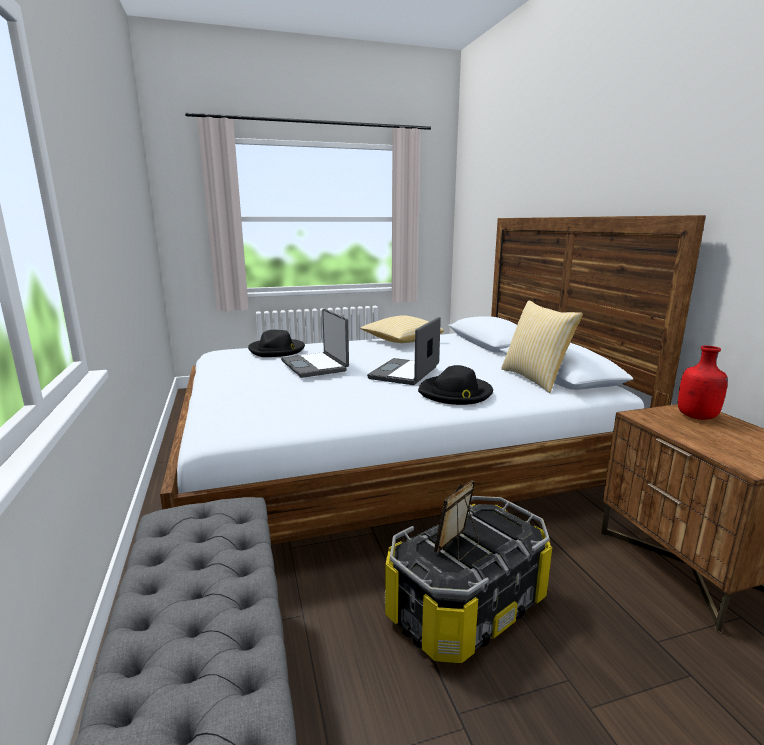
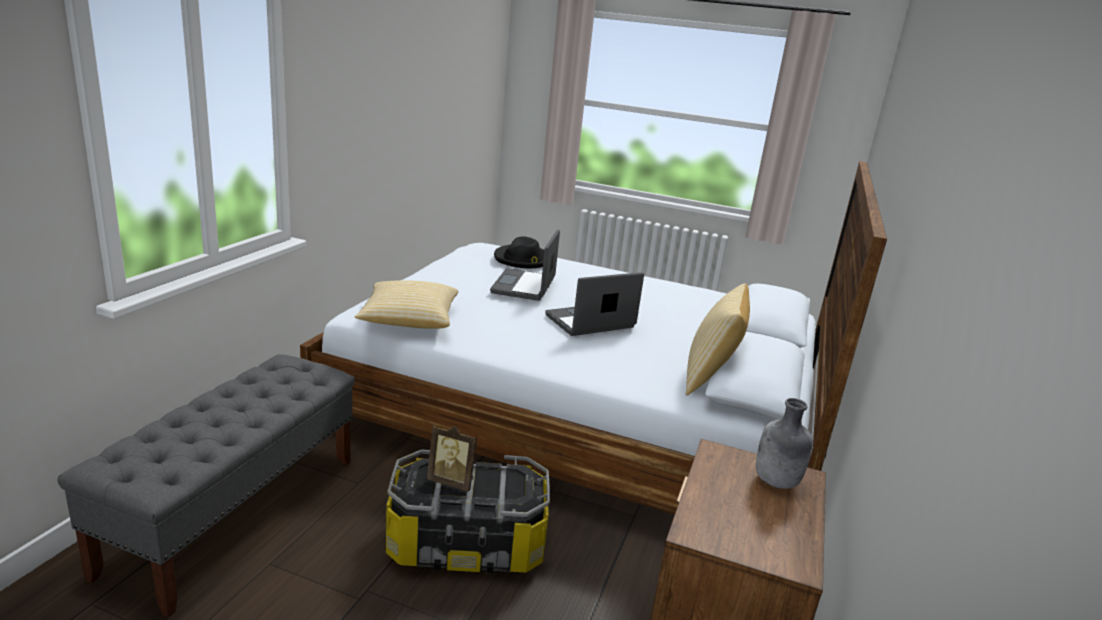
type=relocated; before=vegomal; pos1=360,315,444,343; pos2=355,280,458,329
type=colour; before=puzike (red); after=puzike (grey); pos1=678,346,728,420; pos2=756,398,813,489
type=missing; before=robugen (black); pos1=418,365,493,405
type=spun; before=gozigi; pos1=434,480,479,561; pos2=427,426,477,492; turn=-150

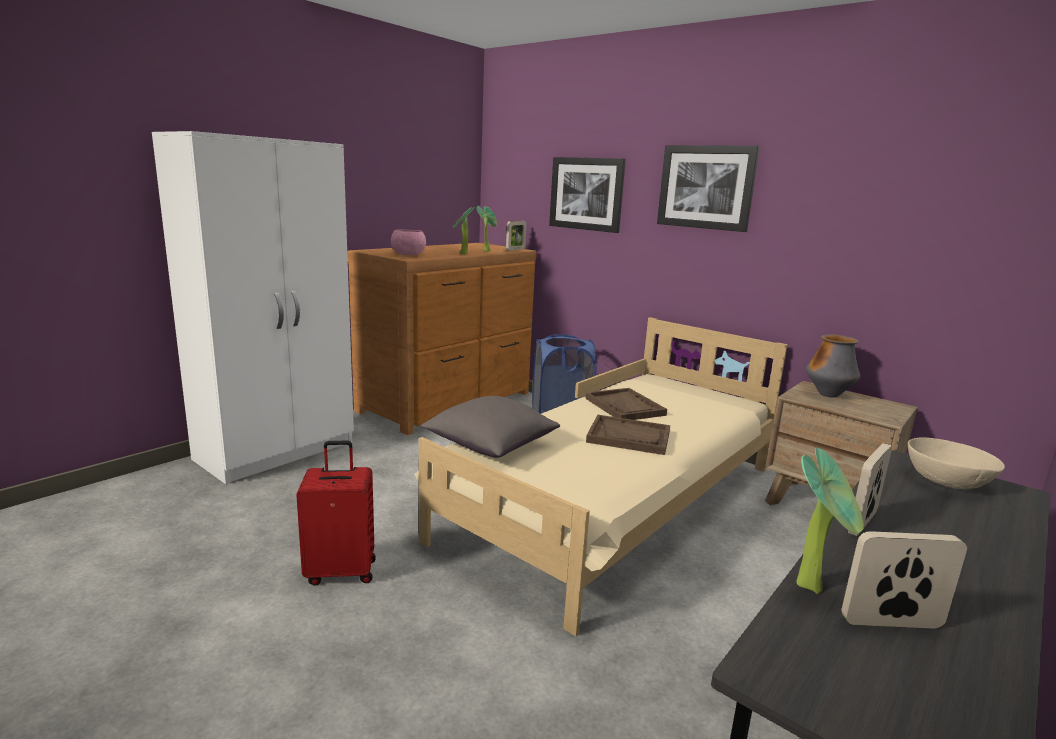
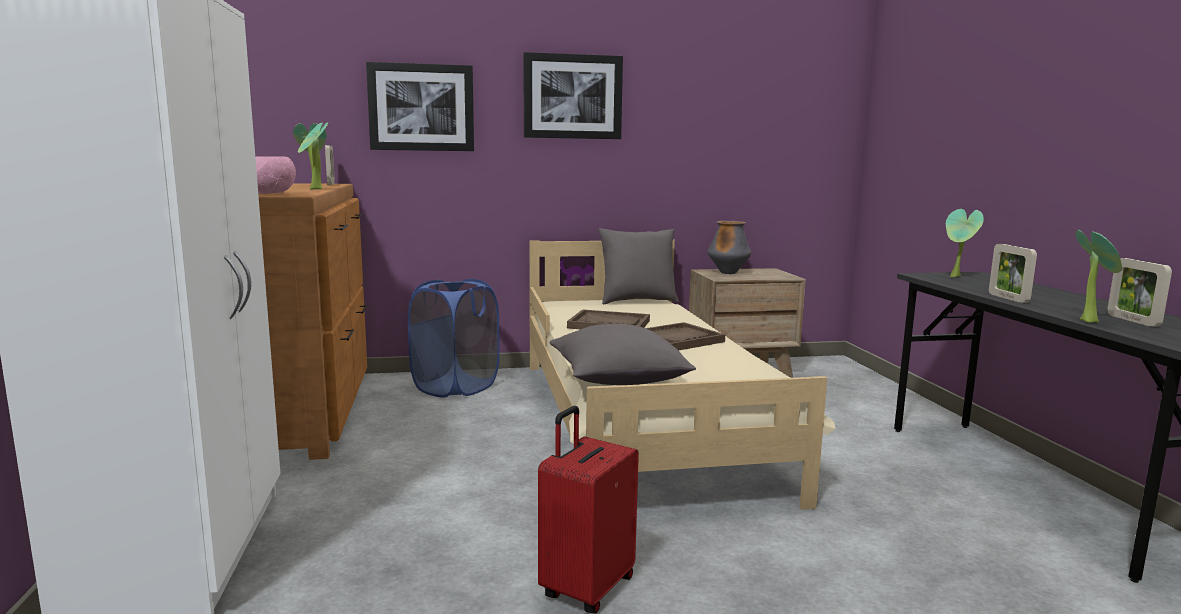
type=exchanged; before=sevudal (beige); after=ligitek; pos1=908,438,1005,489; pos2=946,209,984,278
type=spun; before=gozigi; pos1=841,531,967,628; pos2=1107,258,1172,327; turn=-45
type=appeared; after=vegomal (grey); pos2=598,228,679,304

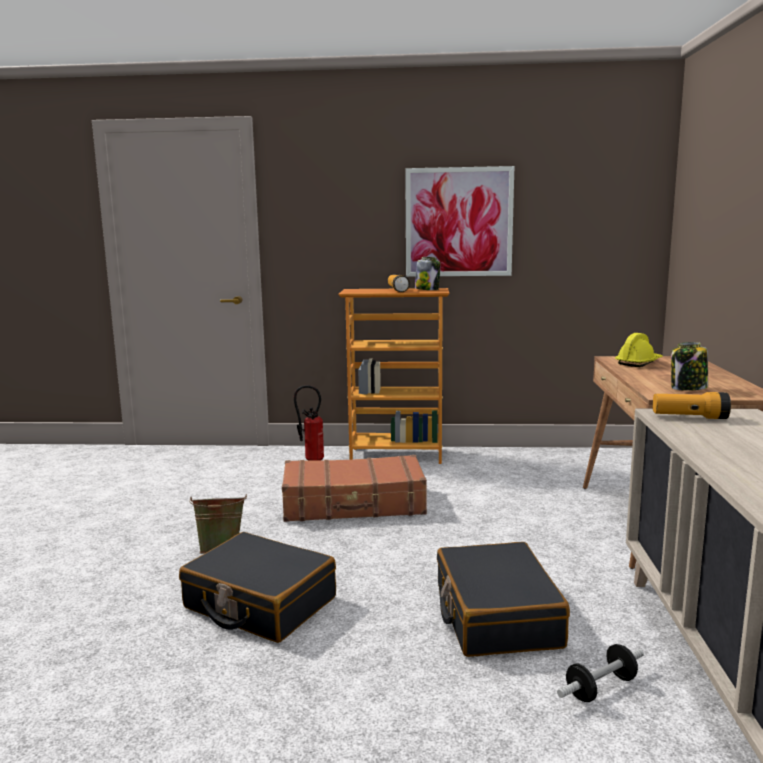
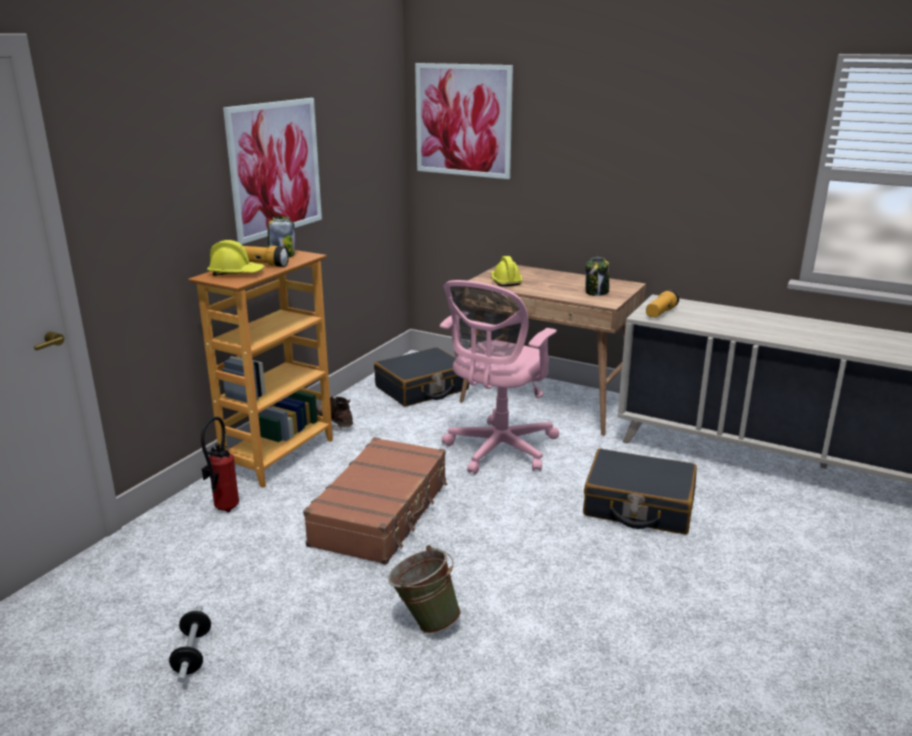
type=relocated; before=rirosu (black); pos1=179,532,336,643; pos2=374,347,469,406
type=relocated; before=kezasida; pos1=557,644,644,702; pos2=169,605,211,683
type=appeared; after=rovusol; pos2=415,63,513,179
type=appeared; after=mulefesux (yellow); pos2=207,240,265,276
type=appeared; after=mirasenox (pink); pos2=440,280,559,474
type=appeared; after=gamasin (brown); pos2=316,396,353,431

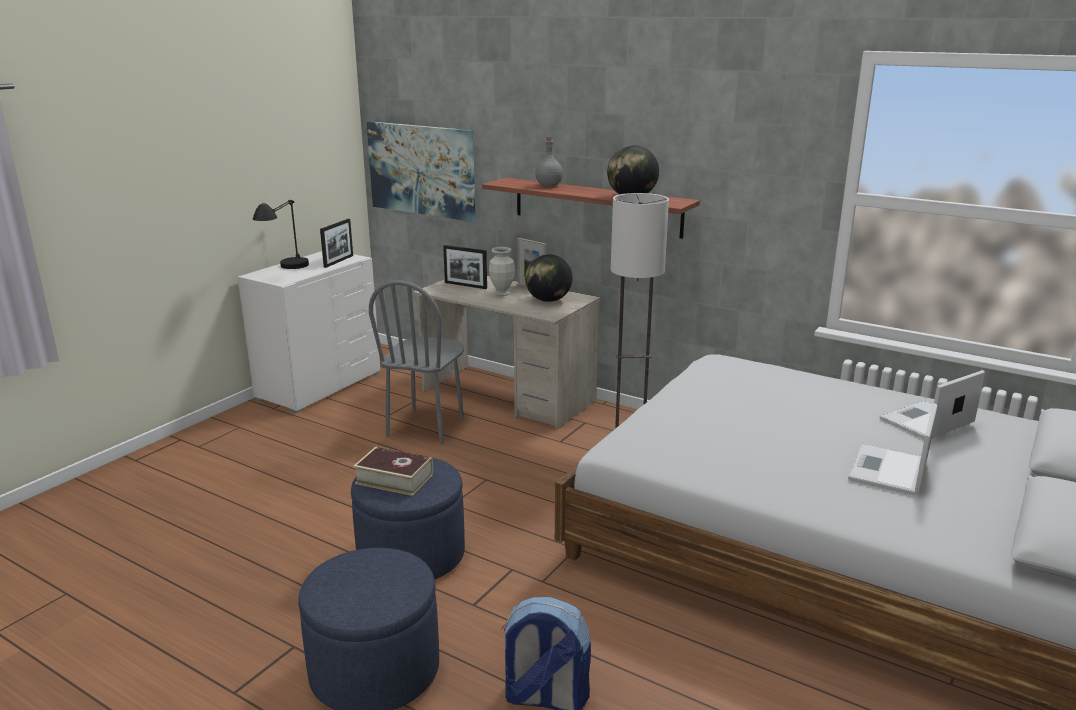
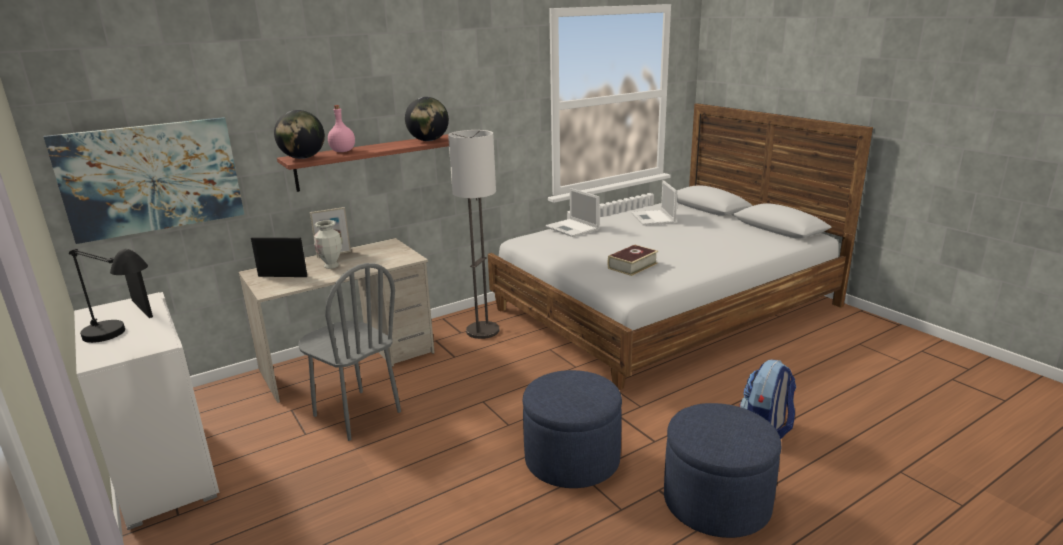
type=colour; before=puzike (grey); after=puzike (pink); pos1=535,137,563,187; pos2=328,105,355,152
type=spun; before=gozigi; pos1=443,245,487,289; pos2=251,237,307,277; turn=-135
type=relocated; before=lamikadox; pos1=525,254,573,302; pos2=274,110,325,159
type=relocated; before=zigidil; pos1=848,403,938,495; pos2=545,188,600,237
type=relocated; before=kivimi; pos1=353,447,433,496; pos2=608,245,658,276

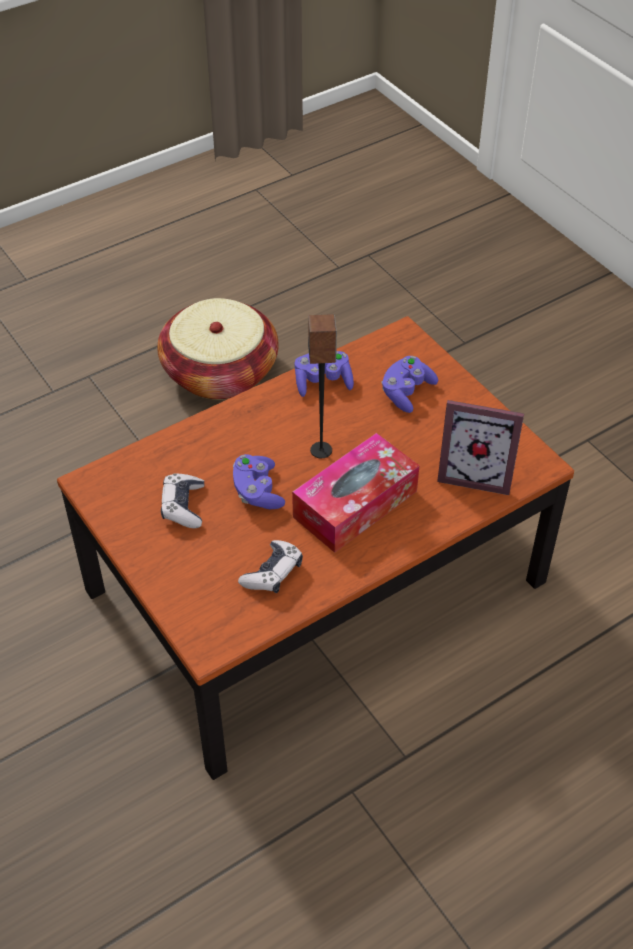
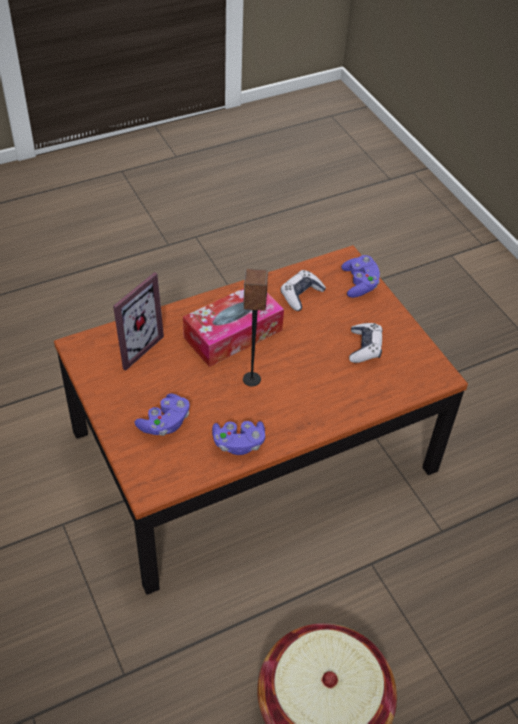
type=spun; before=gozigi; pos1=437,400,524,495; pos2=113,272,164,370; turn=105
type=relocated; before=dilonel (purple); pos1=233,454,285,509; pos2=341,255,380,298

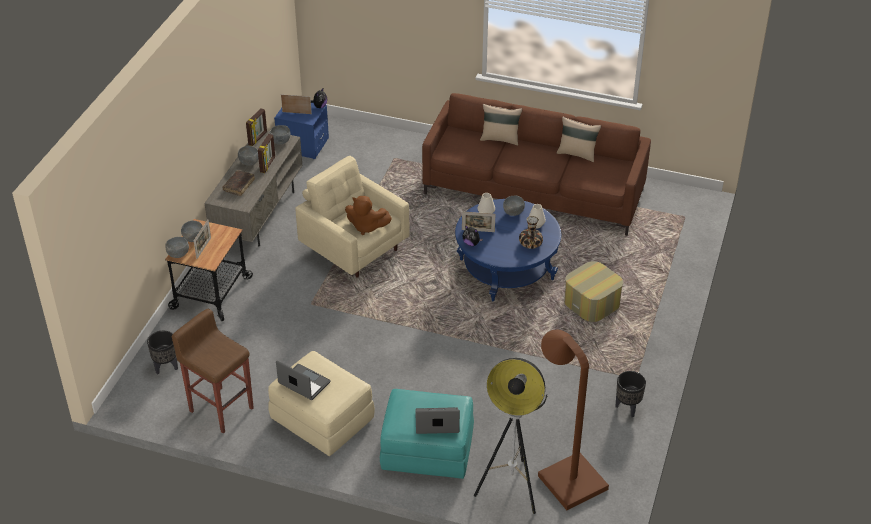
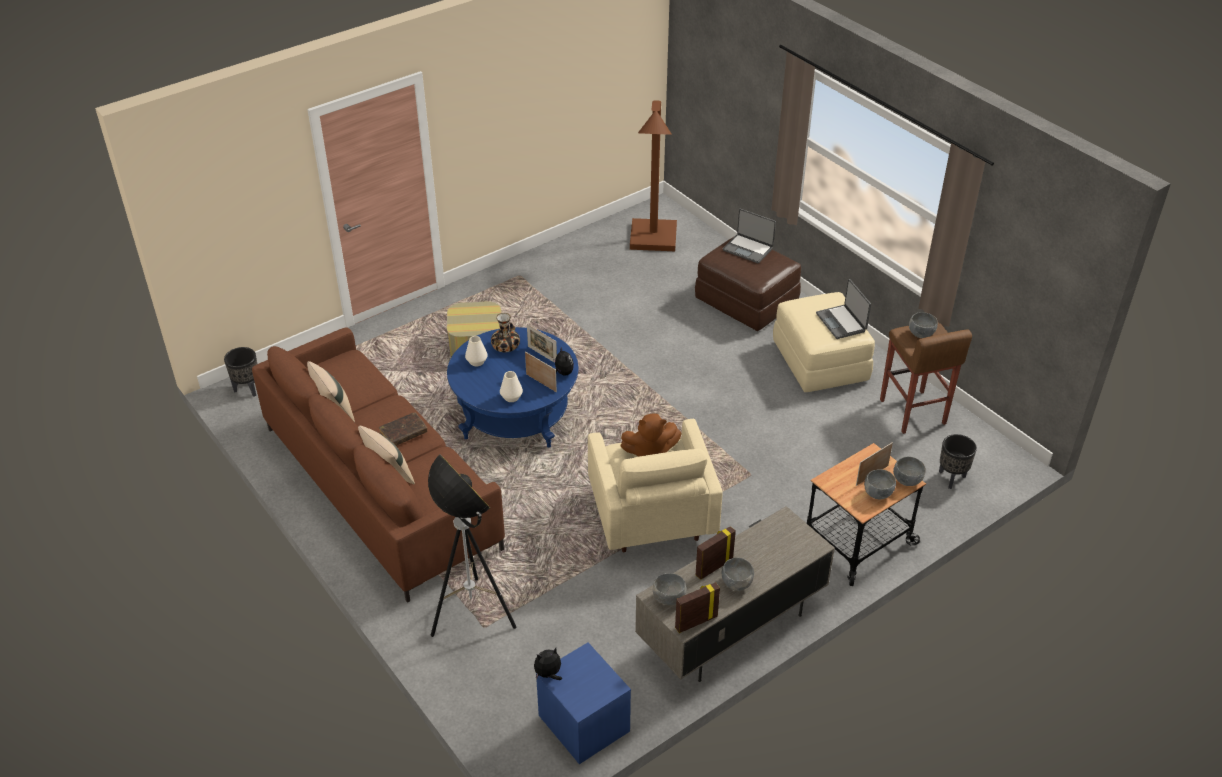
type=relocated; before=gozigi; pos1=281,94,312,114; pos2=527,324,557,362
type=relocated; before=kivimi (brown); pos1=223,170,255,196; pos2=379,412,428,446
type=spun; before=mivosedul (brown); pos1=345,196,392,235; pos2=620,413,682,457; turn=120
type=relocated; before=sevudal (grey); pos1=503,196,525,216; pos2=909,312,938,338
type=relocated; before=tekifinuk; pos1=474,358,548,514; pos2=428,454,516,637
type=relocated; before=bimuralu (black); pos1=615,371,646,417; pos2=224,347,257,397
type=colour; before=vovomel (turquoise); after=vovomel (brown); pos1=380,389,474,479; pos2=695,236,801,331

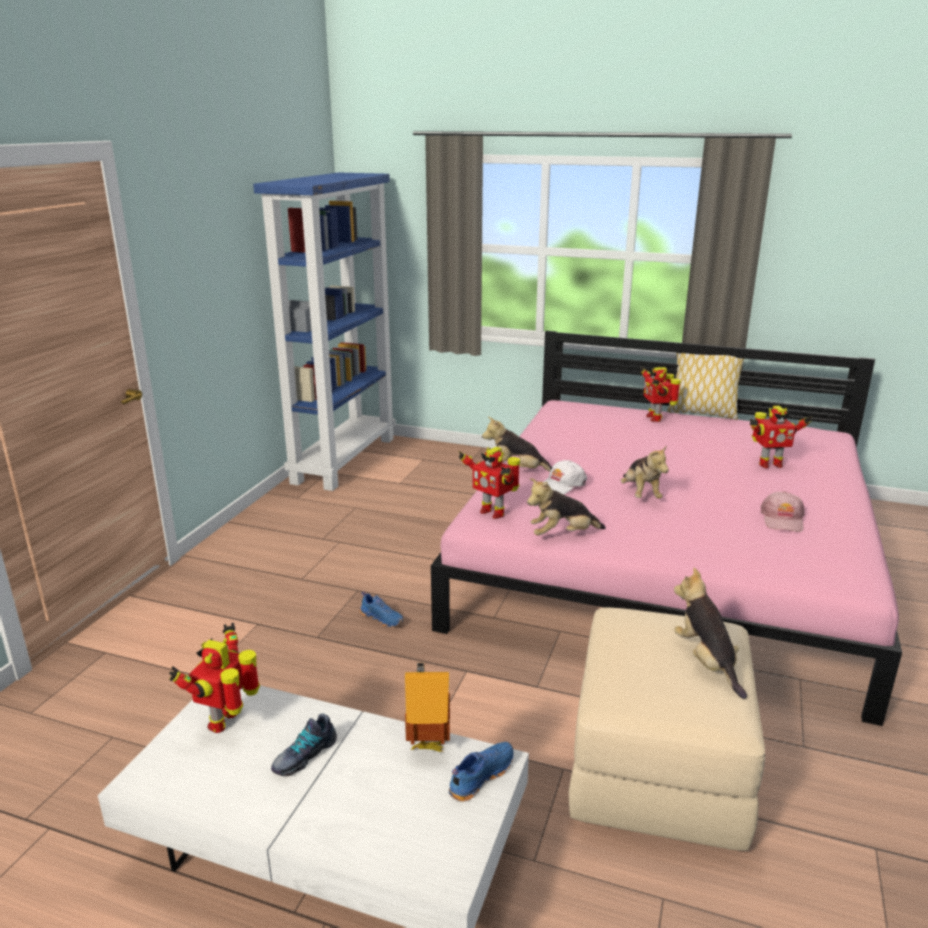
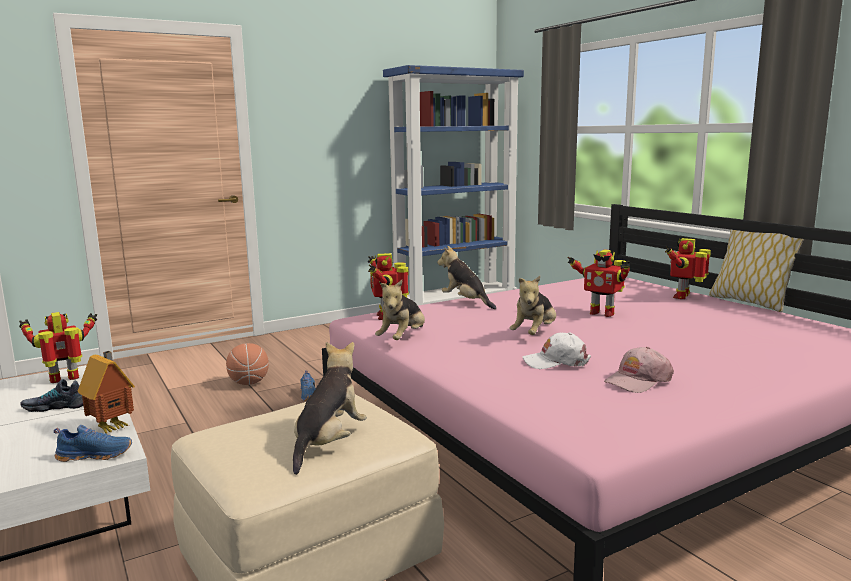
type=relocated; before=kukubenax; pos1=750,406,812,468; pos2=567,249,630,317
type=relocated; before=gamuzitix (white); pos1=543,460,587,495; pos2=522,332,591,369
type=spun; before=mivosedul; pos1=527,478,606,535; pos2=375,280,425,340; turn=-90
type=appeared; after=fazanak; pos2=226,343,269,385

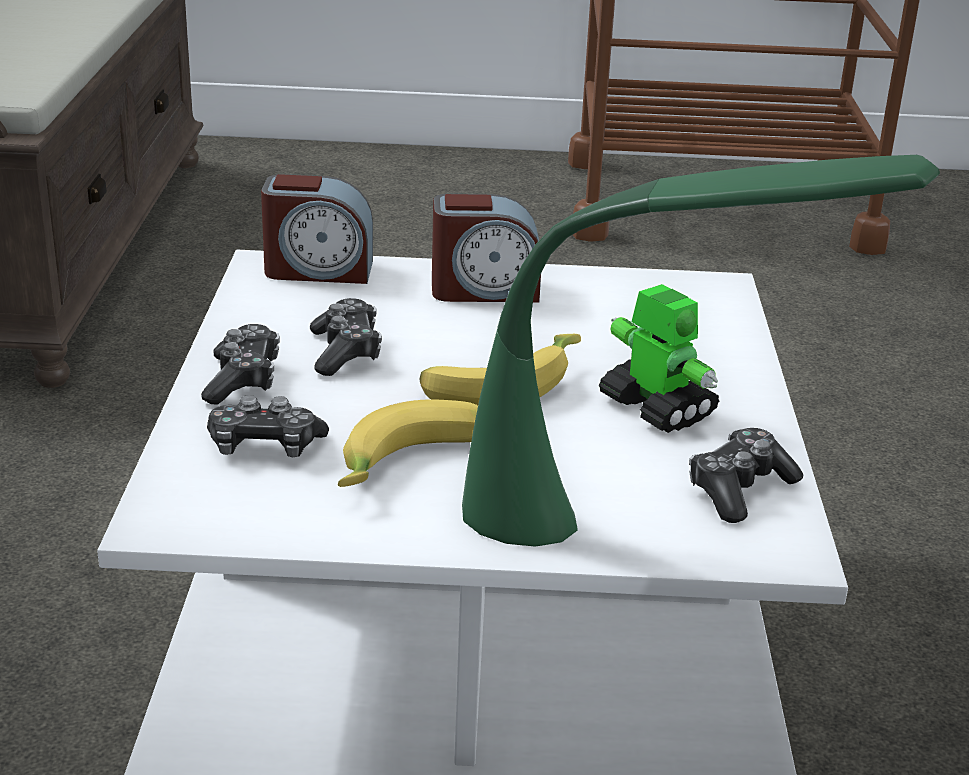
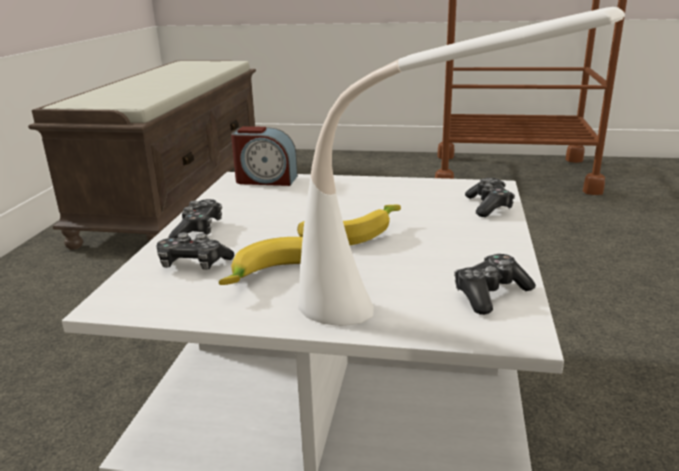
type=colour; before=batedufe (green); after=batedufe (white); pos1=462,155,940,547; pos2=298,7,625,326
type=missing; before=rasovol; pos1=432,194,541,302
type=missing; before=kukubenax; pos1=599,284,719,433
type=relocated; before=dilonel; pos1=310,298,382,376; pos2=465,178,515,217

